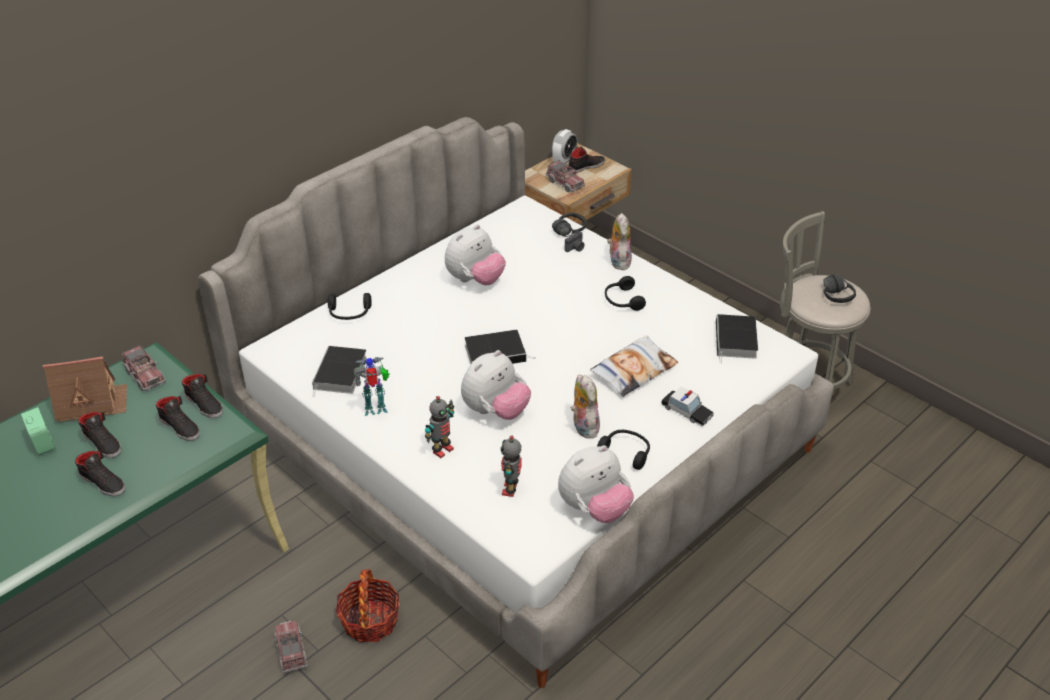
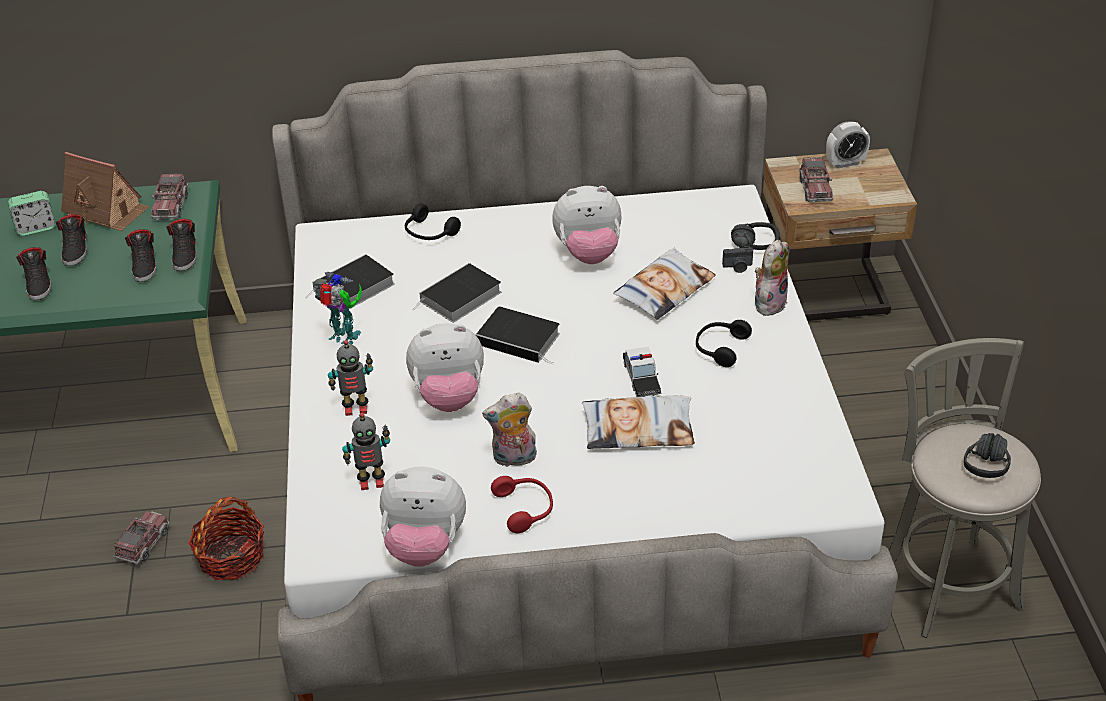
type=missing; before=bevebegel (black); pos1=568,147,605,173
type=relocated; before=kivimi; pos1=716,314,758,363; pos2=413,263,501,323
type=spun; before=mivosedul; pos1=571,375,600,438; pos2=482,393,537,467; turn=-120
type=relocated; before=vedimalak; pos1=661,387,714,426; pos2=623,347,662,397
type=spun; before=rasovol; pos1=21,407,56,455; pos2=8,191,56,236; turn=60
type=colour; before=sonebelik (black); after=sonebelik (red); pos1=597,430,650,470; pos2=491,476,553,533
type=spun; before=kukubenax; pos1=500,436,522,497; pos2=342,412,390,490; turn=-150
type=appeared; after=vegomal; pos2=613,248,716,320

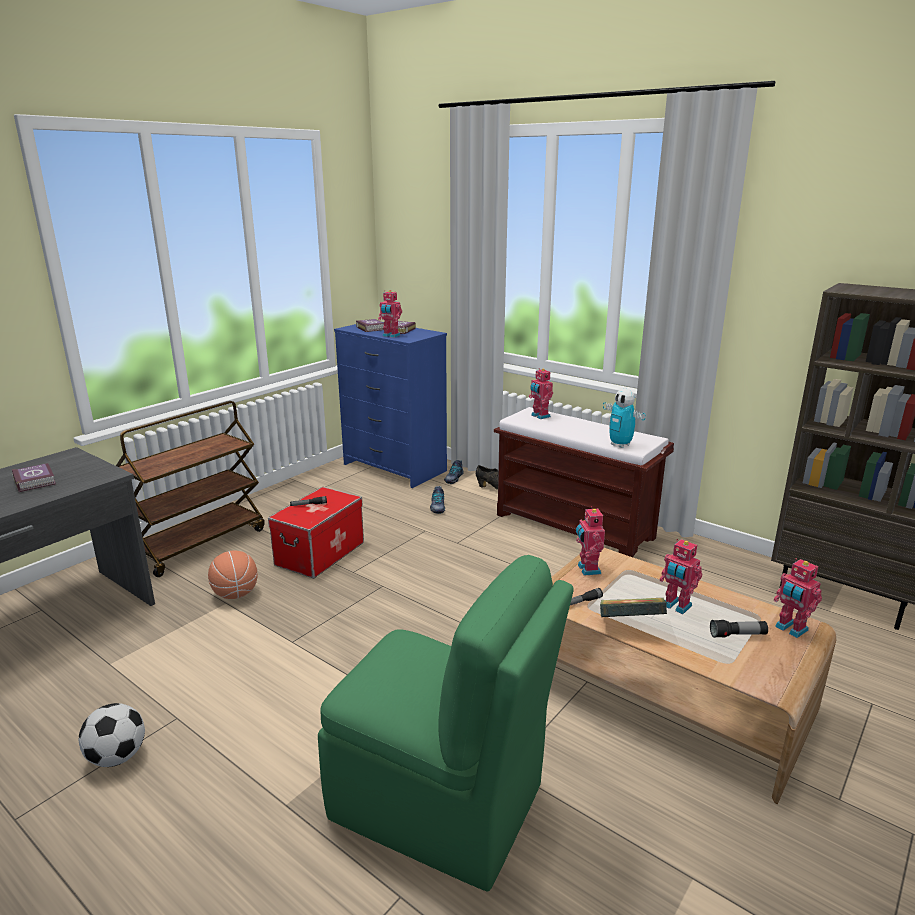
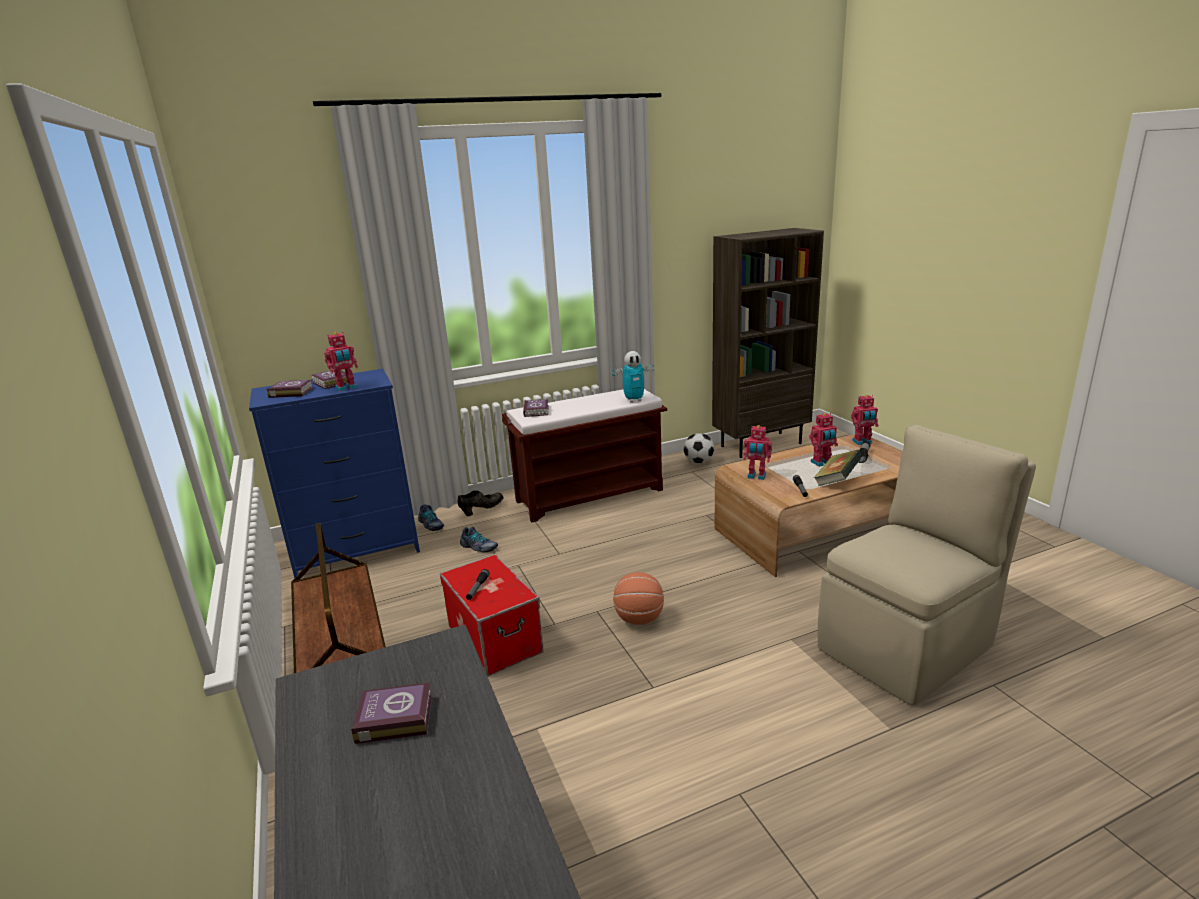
type=exchanged; before=kukubenax; after=kivimi; pos1=529,368,553,419; pos2=523,399,549,417
type=relocated; before=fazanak; pos1=208,551,258,599; pos2=613,572,664,625
type=colour; before=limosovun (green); after=limosovun (beige); pos1=318,555,574,891; pos2=818,425,1036,706
type=relocated; before=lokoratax; pos1=78,703,145,767; pos2=684,433,714,464

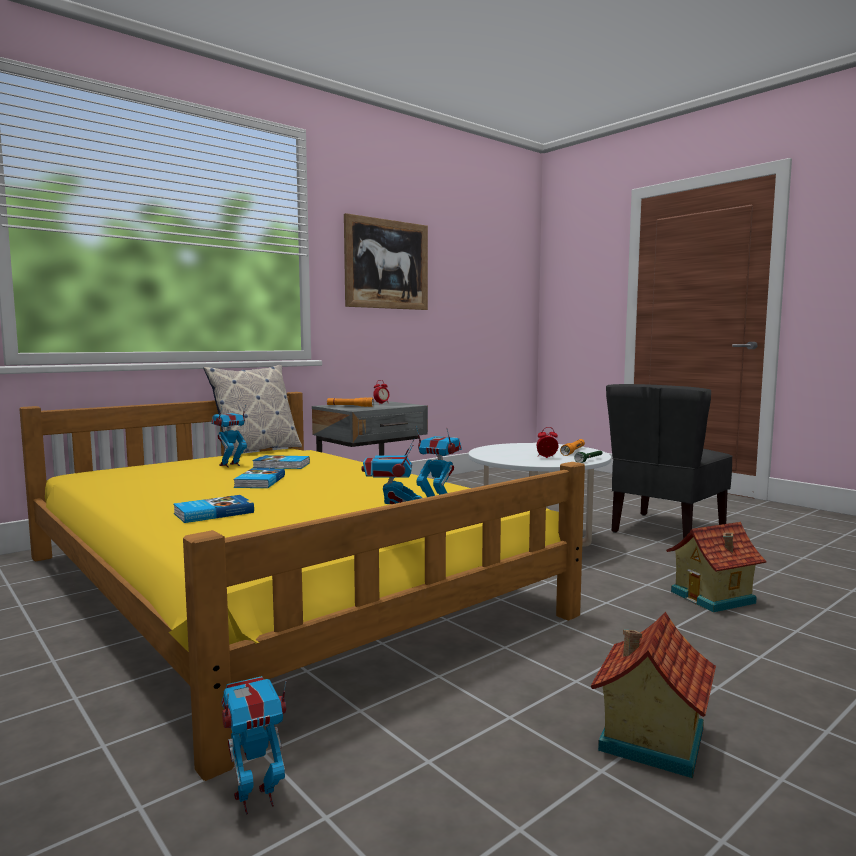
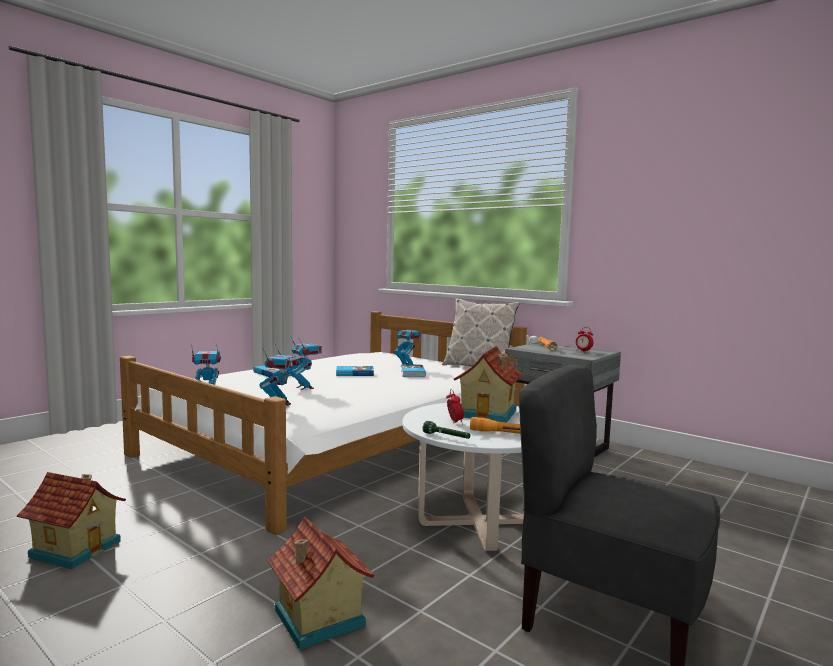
type=missing; before=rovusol; pos1=344,213,428,310
type=colour; before=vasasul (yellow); after=vasasul (white); pos1=19,392,585,781; pos2=120,311,527,536
type=relocated; before=kukubenax; pos1=221,676,286,815; pos2=287,336,322,390
type=appeared; after=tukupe; pos2=454,346,523,423

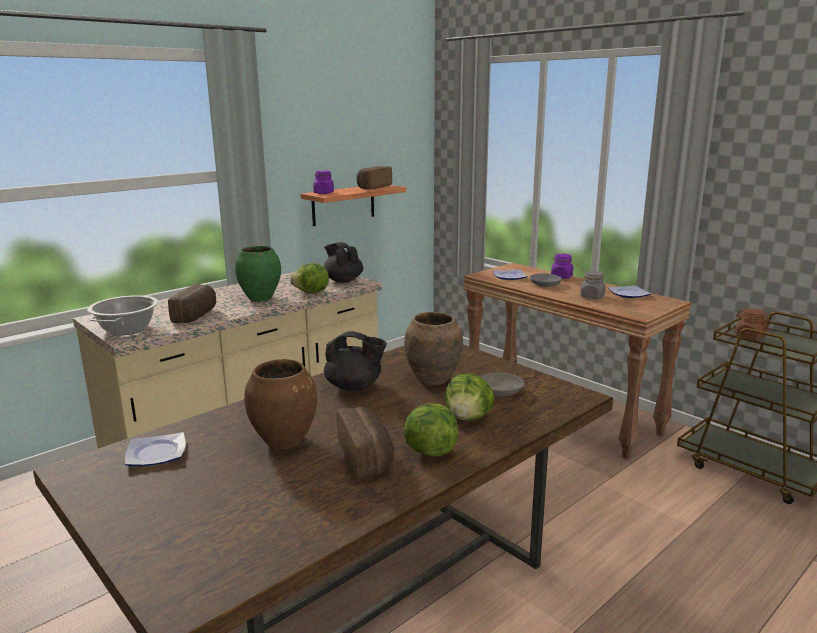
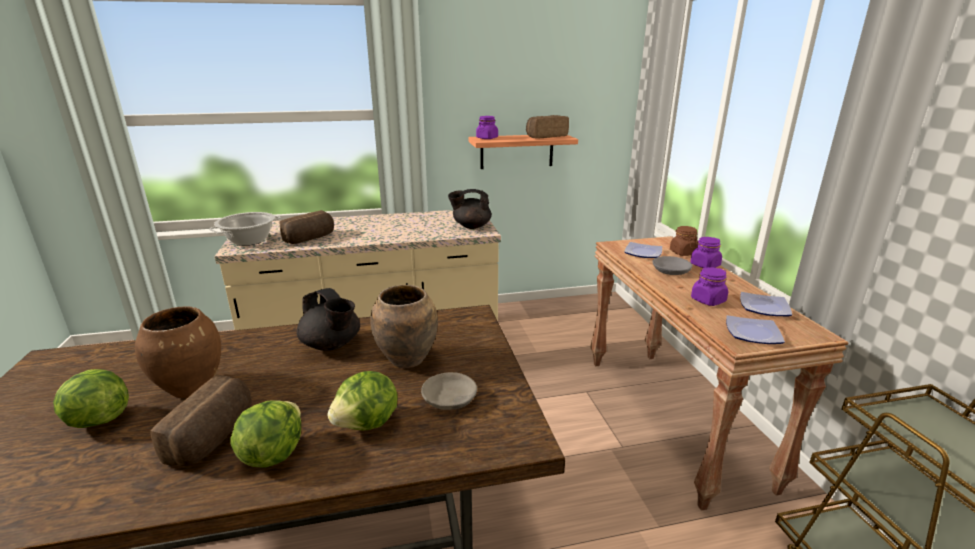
type=spun; before=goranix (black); pos1=324,242,363,283; pos2=448,189,492,229; turn=-90
type=missing; before=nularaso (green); pos1=235,246,281,301
type=relocated; before=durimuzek; pos1=290,263,329,293; pos2=53,369,129,428
type=colour; before=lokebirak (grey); after=lokebirak (purple); pos1=580,271,605,299; pos2=691,267,728,306
type=relocated; before=lokebirak (brown); pos1=735,308,769,341; pos2=670,226,698,256
type=relocated; before=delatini; pos1=125,432,186,466; pos2=726,315,785,344

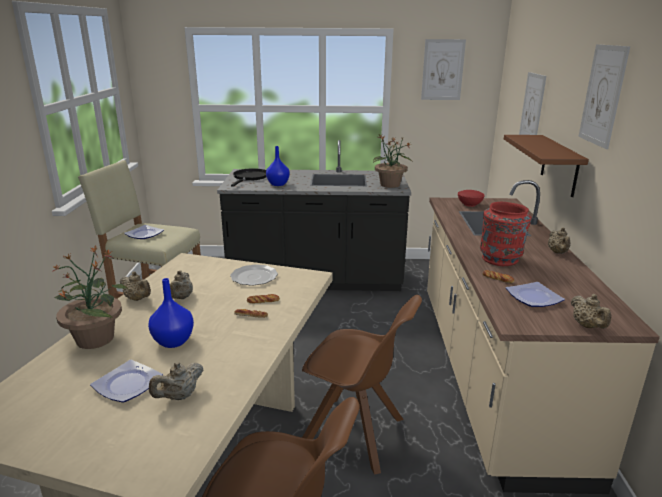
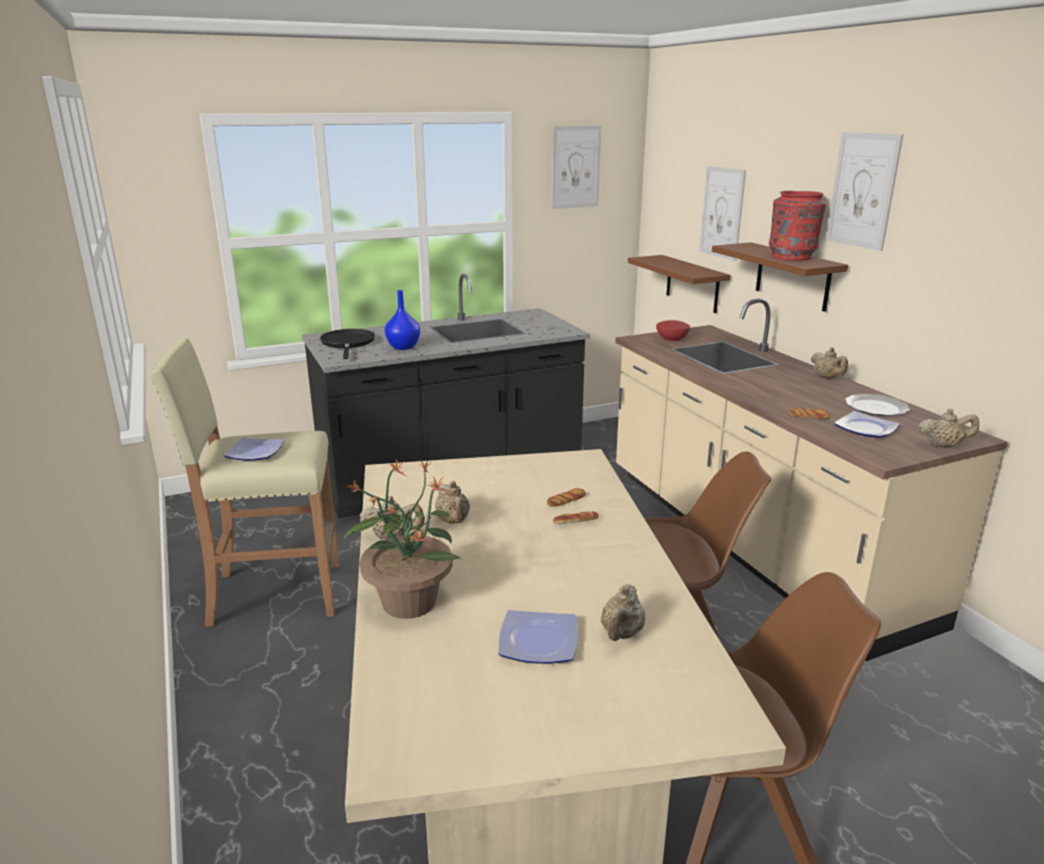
type=missing; before=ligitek; pos1=373,134,413,188
type=relocated; before=nularaso (red); pos1=480,202,532,266; pos2=769,191,827,261
type=relocated; before=delatini; pos1=230,264,278,286; pos2=845,394,910,416
type=missing; before=nularaso (blue); pos1=148,278,194,348
type=spun; before=goranix (beige); pos1=571,294,611,329; pos2=918,409,979,448; turn=-45
type=appeared; after=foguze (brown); pos2=628,255,730,313

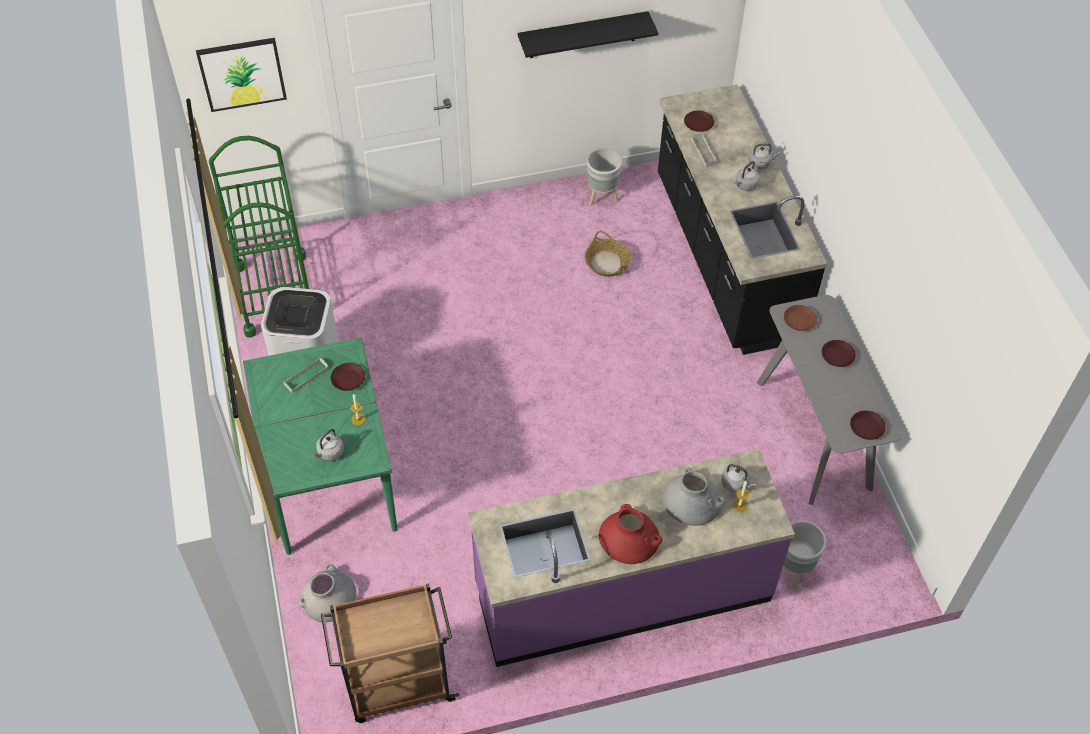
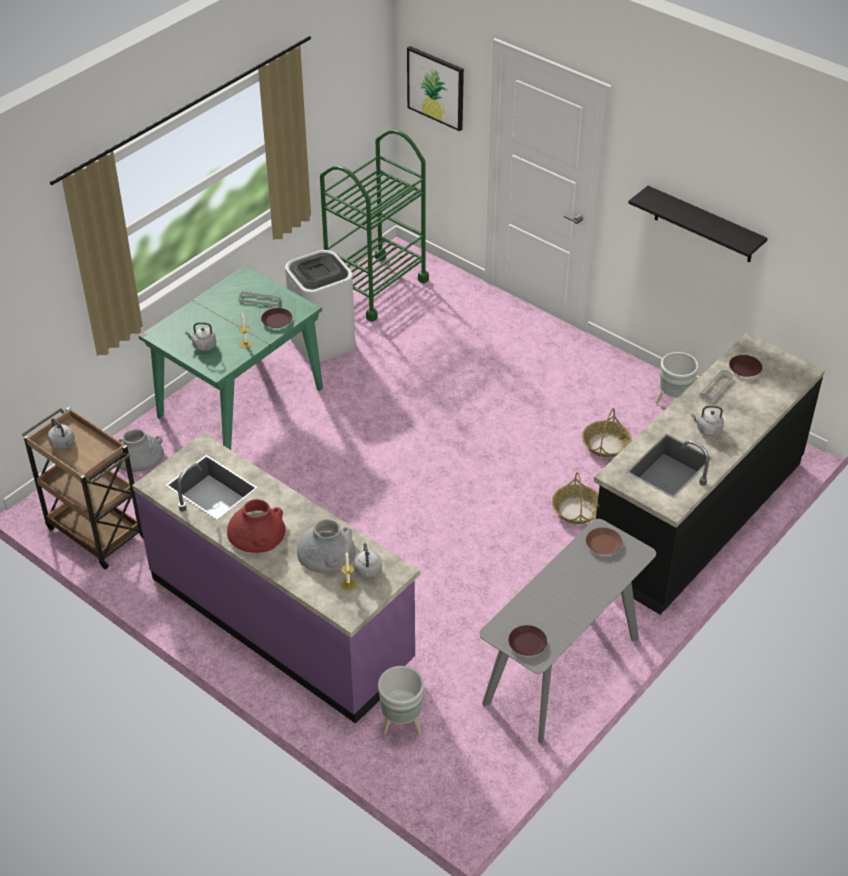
type=relocated; before=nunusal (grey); pos1=748,143,780,170; pos2=48,418,75,449
type=missing; before=delatini (brown); pos1=822,340,856,367
type=appeared; after=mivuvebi; pos2=552,472,599,524

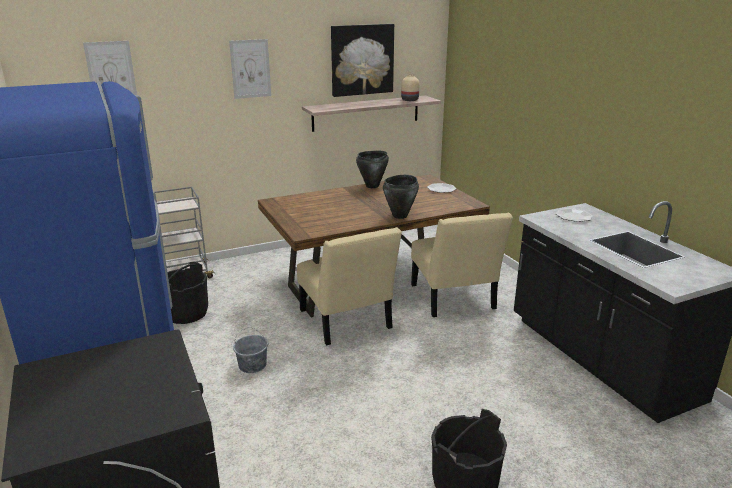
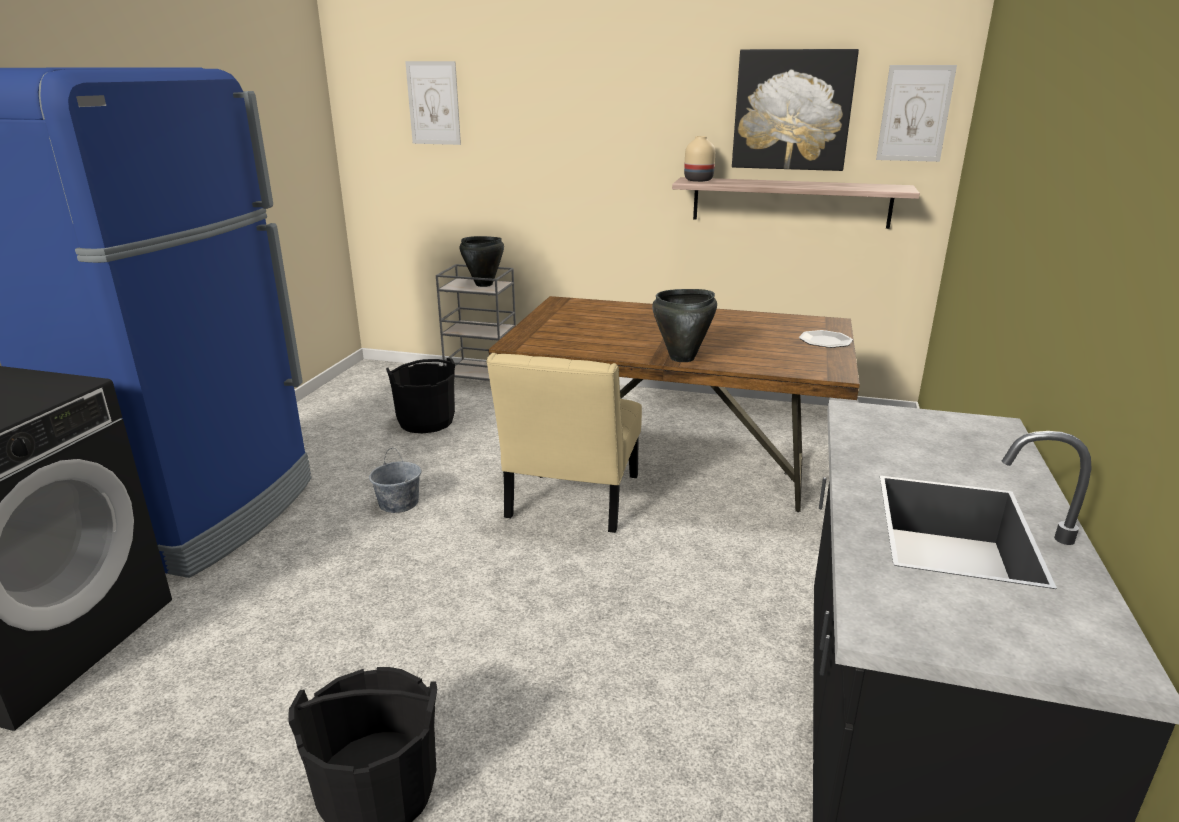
type=relocated; before=rovusol; pos1=229,39,271,99; pos2=876,65,957,162
type=relocated; before=nularaso (beige); pos1=401,74,420,101; pos2=684,136,715,182
type=relocated; before=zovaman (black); pos1=356,151,389,188; pos2=460,236,504,287
type=missing; before=delatini; pos1=556,208,593,222
type=missing; before=limosovun (beige); pos1=411,213,513,317

